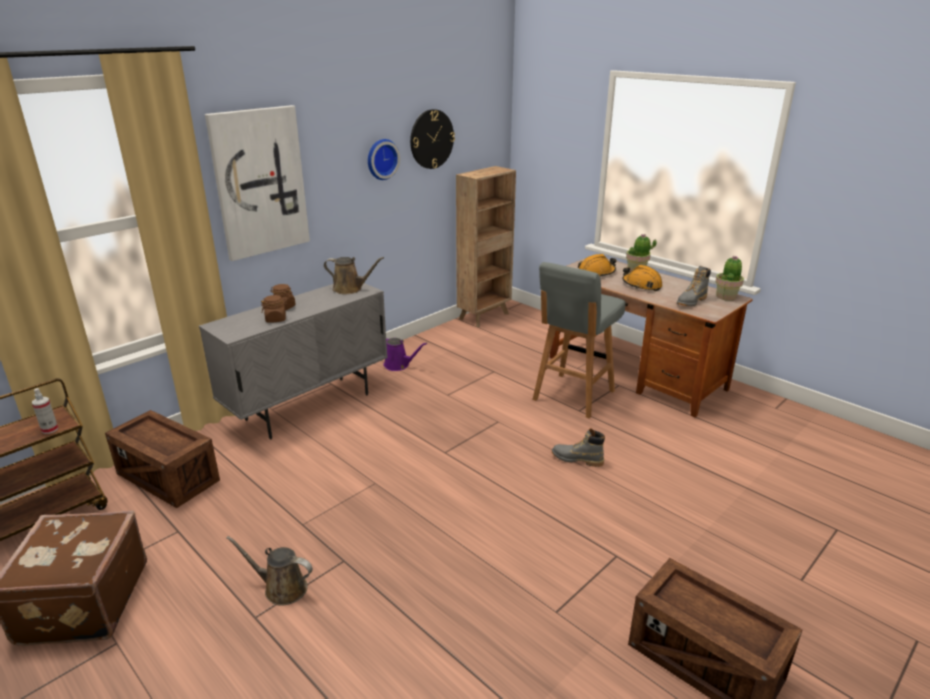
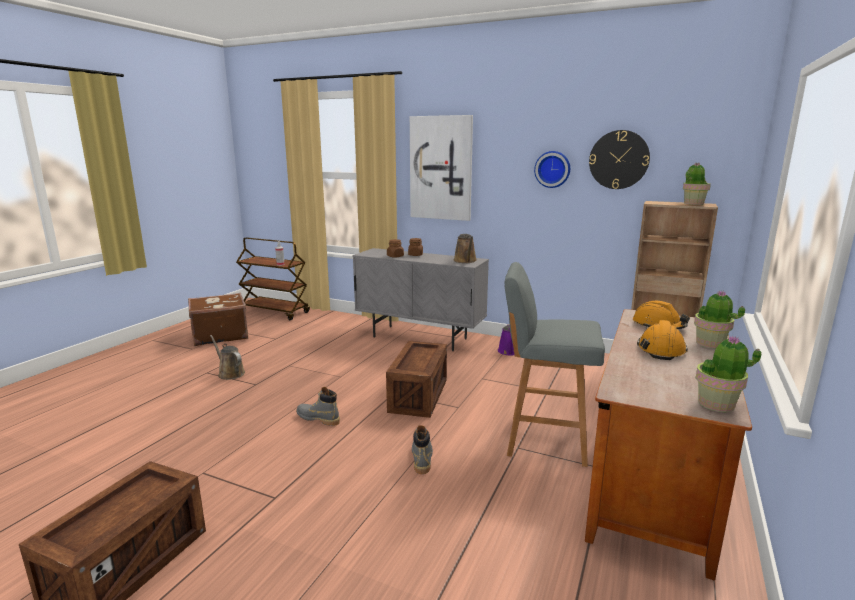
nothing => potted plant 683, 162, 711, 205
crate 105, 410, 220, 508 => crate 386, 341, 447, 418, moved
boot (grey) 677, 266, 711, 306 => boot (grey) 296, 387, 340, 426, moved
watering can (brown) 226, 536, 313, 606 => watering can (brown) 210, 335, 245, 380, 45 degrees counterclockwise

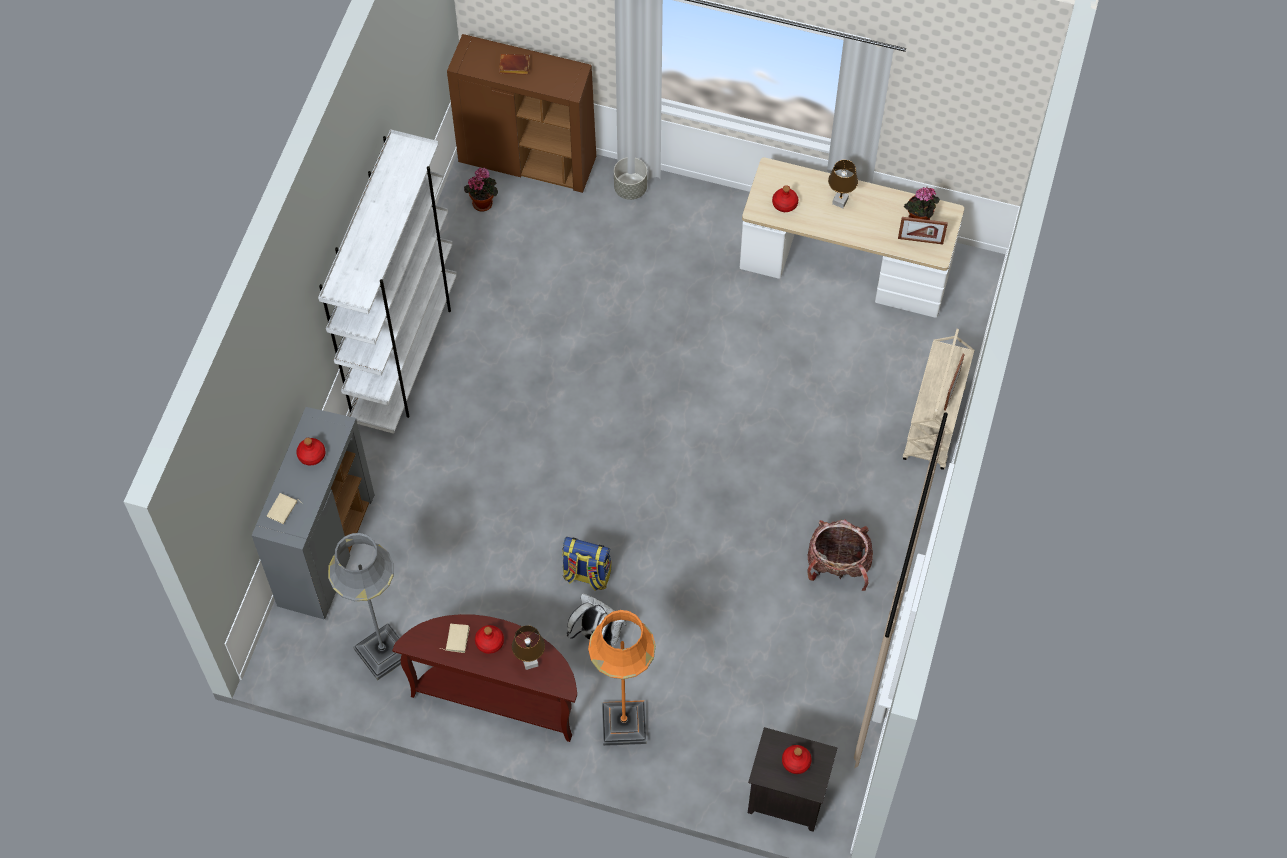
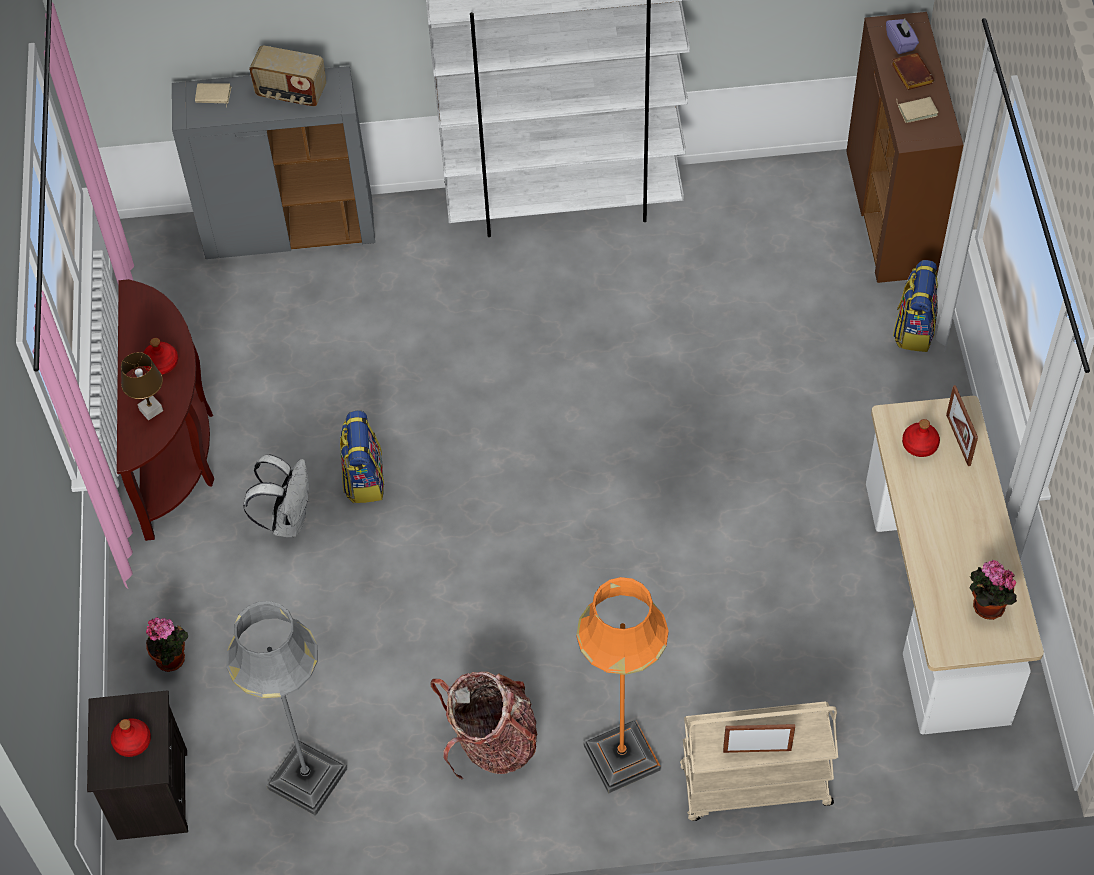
table lamp (brown) 828, 160, 858, 208 => nothing
nothing => tissue box (purple) 886, 19, 919, 54
floor lamp (grey) 328, 533, 402, 680 => floor lamp (grey) 226, 601, 347, 816, moved
book (beige) 439, 624, 470, 653 => book (beige) 896, 97, 939, 123, moved
potted plant 464, 168, 498, 212 => potted plant 146, 617, 188, 672, moved
floor lamp (orange) 588, 610, 656, 746 => floor lamp (orange) 576, 577, 669, 794, moved
picture frame 898, 217, 948, 245 => picture frame 946, 385, 978, 466, moved
bottle (red) 296, 438, 325, 465 => radio 249, 45, 326, 106
planter (grey) 614, 157, 647, 200 => backpack 893, 260, 938, 352

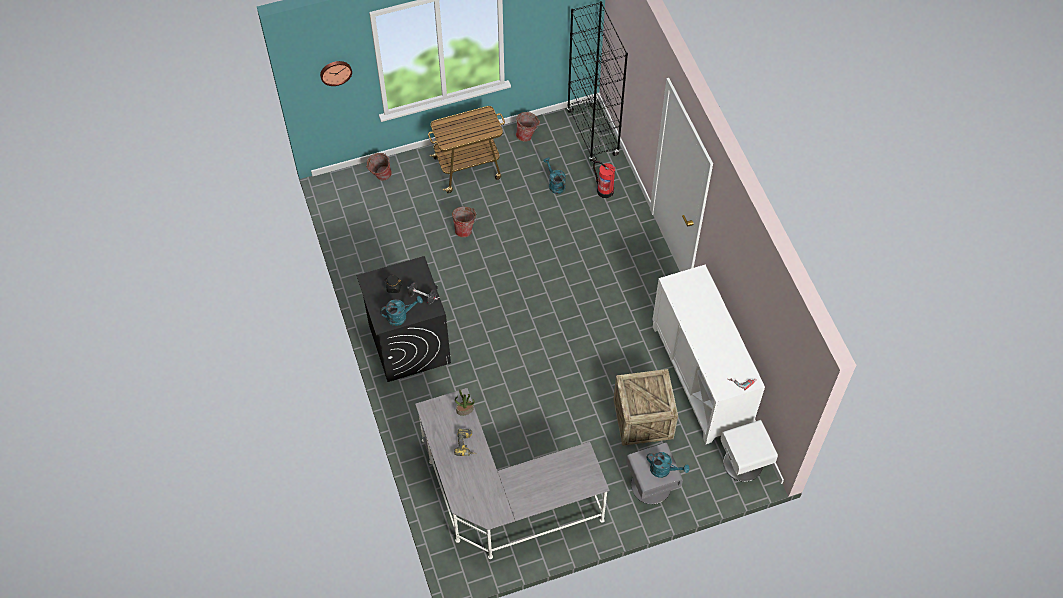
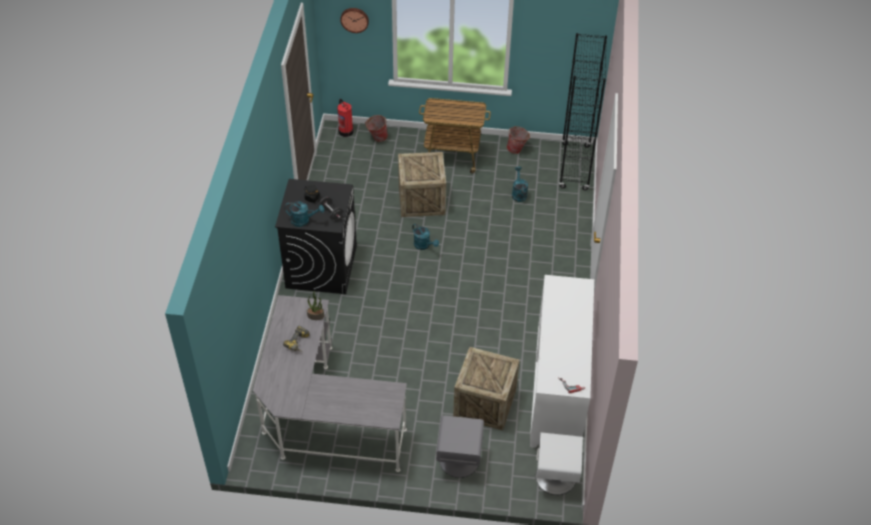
fire extinguisher 593, 161, 616, 198 => fire extinguisher 337, 99, 354, 137, moved
watering can (turquoise) 646, 452, 690, 478 => watering can (turquoise) 412, 224, 439, 250, moved
bucket 452, 207, 477, 237 => crate 398, 152, 446, 217

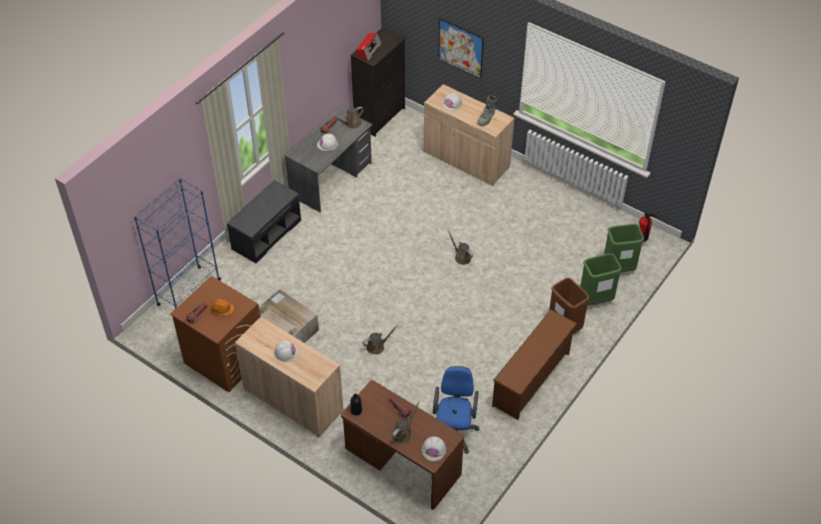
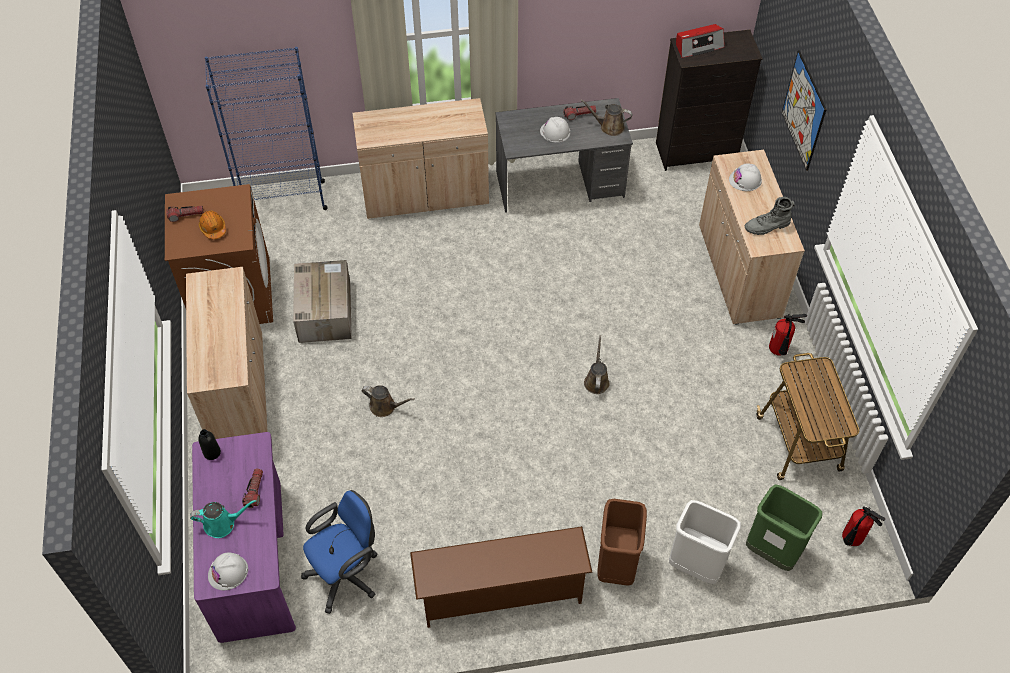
hard hat (white) 274, 341, 299, 362 => nothing
nothing => cart 757, 353, 859, 480
nothing => fire extinguisher 769, 314, 807, 356
bench (grey) 227, 180, 301, 263 => cabinet (beige) 353, 98, 489, 219
desk (brown) 341, 380, 464, 510 => desk (purple) 192, 432, 296, 643
watering can (brown) 392, 402, 420, 444 => watering can (turquoise) 190, 500, 257, 538
trash can (green) 580, 253, 622, 306 => trash can (white) 669, 500, 741, 584

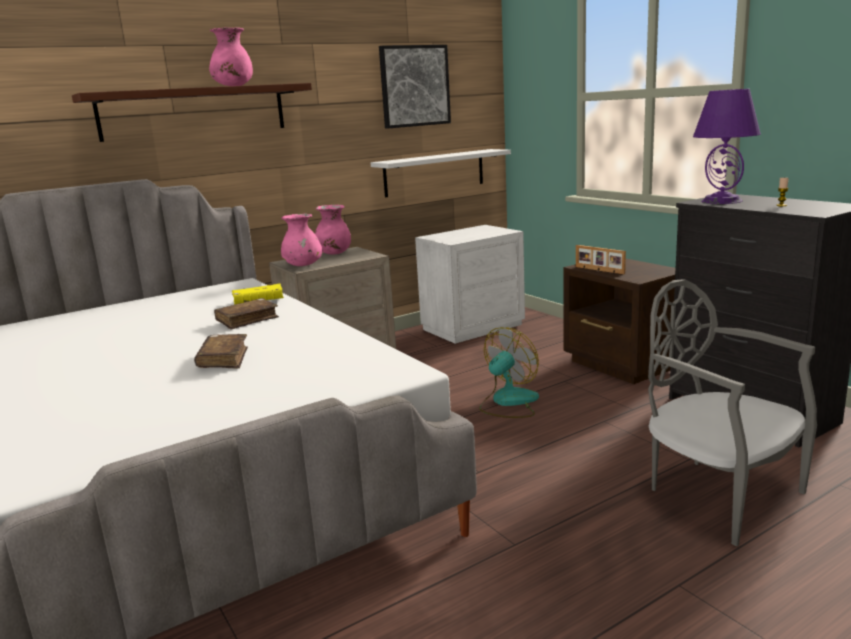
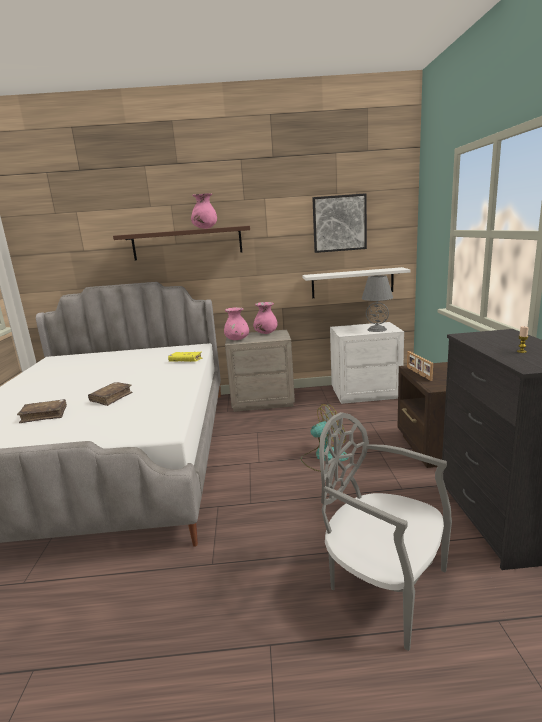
table lamp (purple) 693, 89, 761, 204 => nothing
nothing => table lamp (grey) 362, 275, 393, 332
book (brown) 214, 298, 279, 330 => book (brown) 17, 399, 67, 423, moved
chair (grey) 648, 280, 817, 546 => chair (grey) 319, 412, 452, 651, 45 degrees counterclockwise

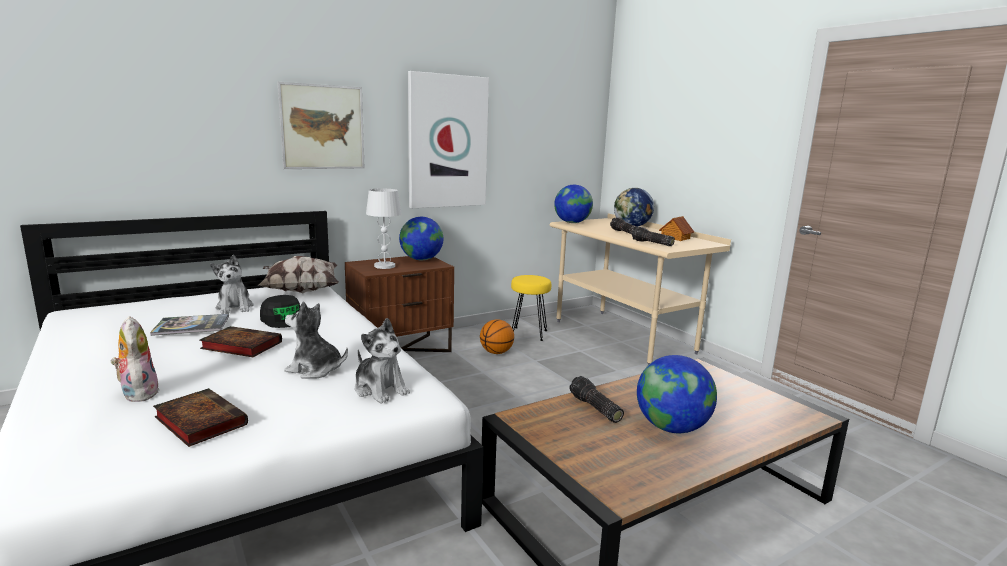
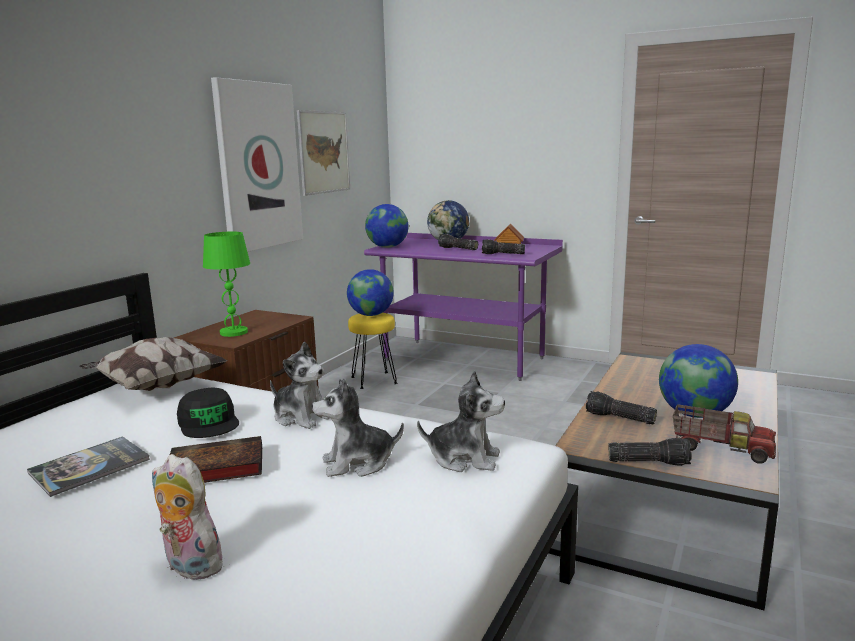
book 153, 388, 248, 447 => nothing
basketball 480, 319, 514, 354 => nothing
nothing => flashlight 608, 438, 692, 466
nothing => toy truck 673, 404, 776, 464
plush toy 210, 255, 254, 314 => plush toy 270, 342, 329, 429, moved
picture 277, 82, 365, 169 => picture 297, 110, 350, 196, moved
globe 399, 217, 443, 260 => globe 347, 269, 394, 316, moved
table lamp (white) 366, 189, 401, 269 => table lamp (green) 203, 232, 250, 337
desk (beige) 550, 213, 731, 365 => desk (purple) 364, 233, 563, 381
cap (black) 260, 295, 300, 328 => cap (black) 177, 387, 239, 438, 45 degrees clockwise

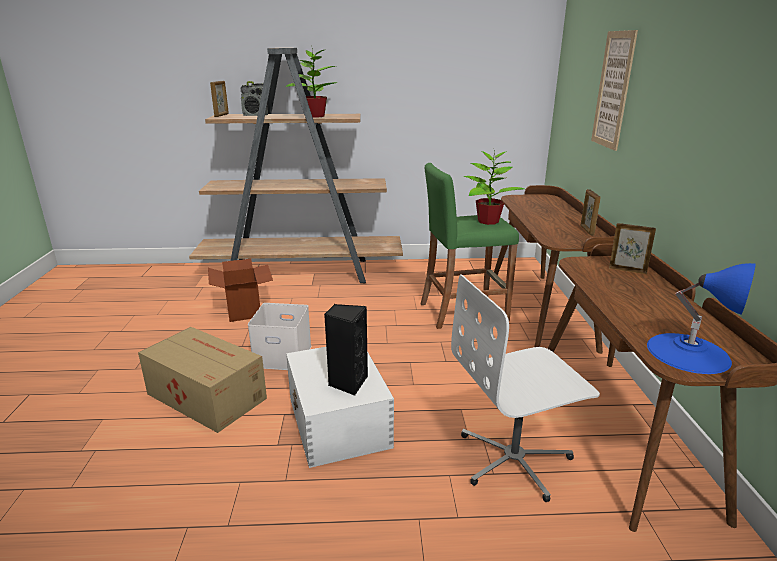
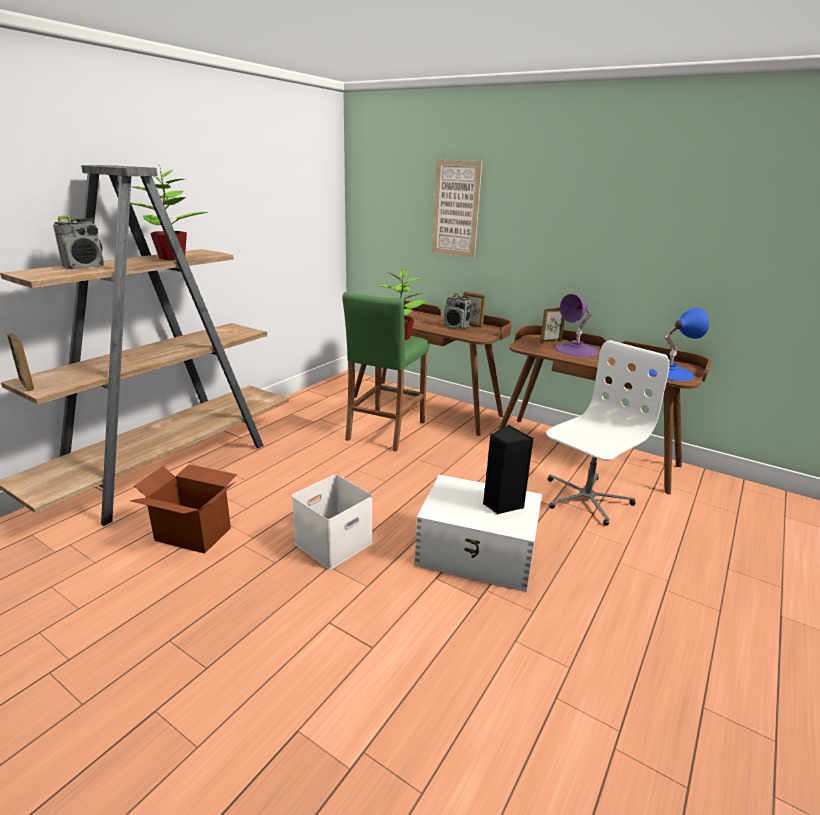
cardboard box 138, 327, 267, 433 => nothing
nothing => radio 443, 293, 471, 329
nothing => table lamp (purple) 555, 294, 598, 357
picture frame 210, 81, 229, 117 => picture frame 7, 333, 34, 391, moved
office chair (white) 451, 274, 600, 502 => office chair (white) 546, 340, 670, 526, 150 degrees counterclockwise

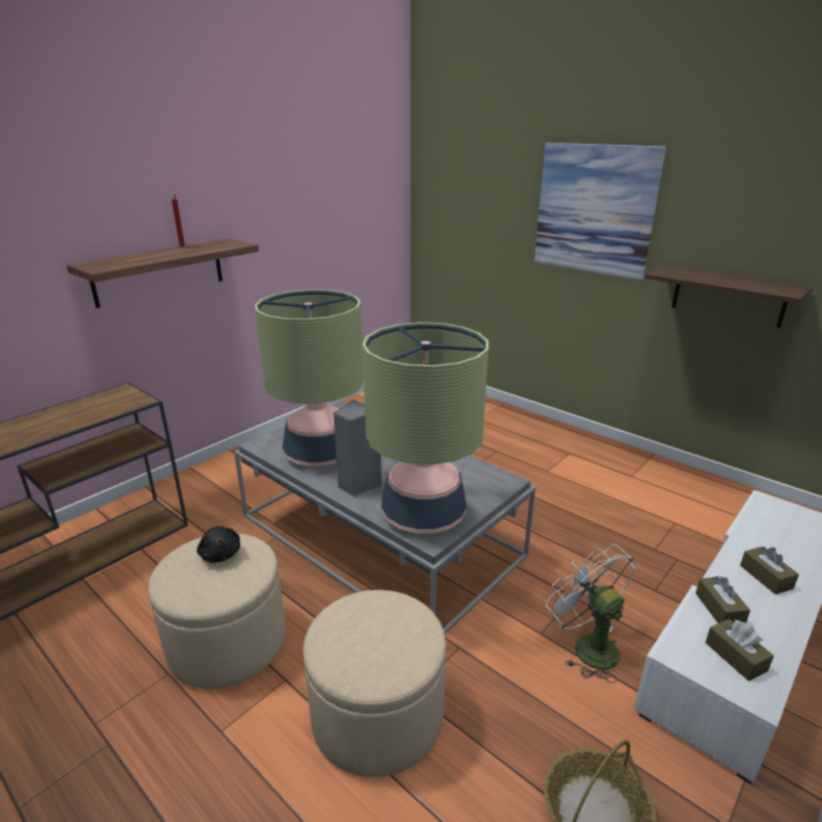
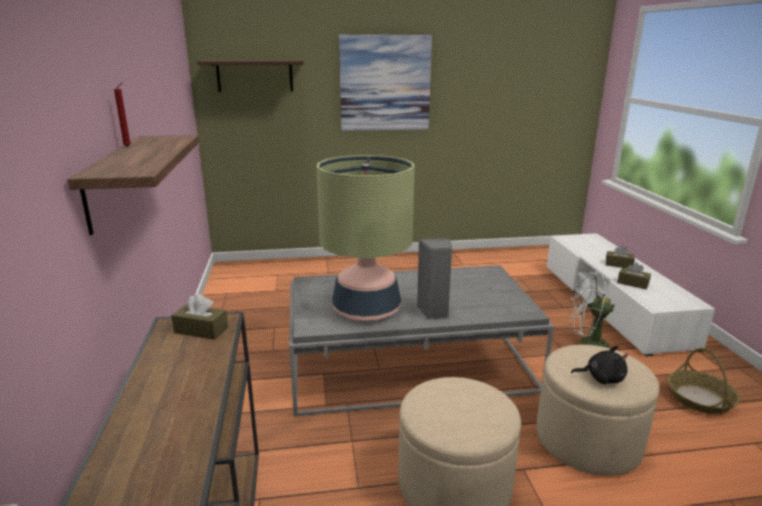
table lamp 362, 322, 488, 533 => nothing
plush toy (black) 197, 526, 240, 563 => plush toy (black) 571, 346, 628, 384, moved
shelf 645, 265, 813, 328 => shelf 197, 60, 304, 92, moved
tissue box (brown) 705, 619, 774, 681 => tissue box (brown) 171, 294, 228, 340, moved

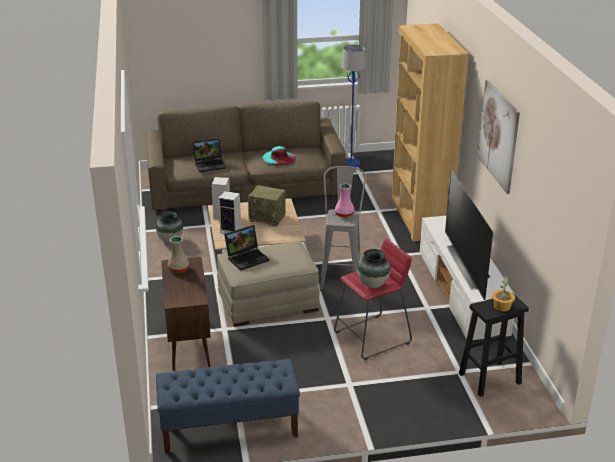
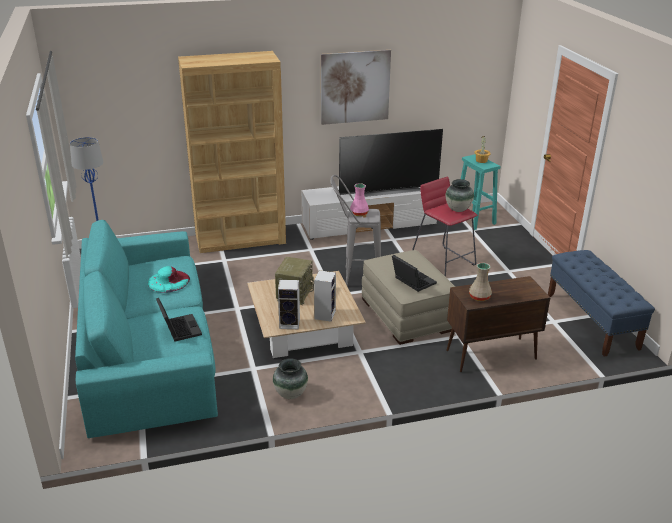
sofa (brown) 146, 101, 346, 211 => sofa (turquoise) 75, 220, 218, 438
stool (black) 459, 295, 529, 397 => stool (turquoise) 461, 154, 500, 230

